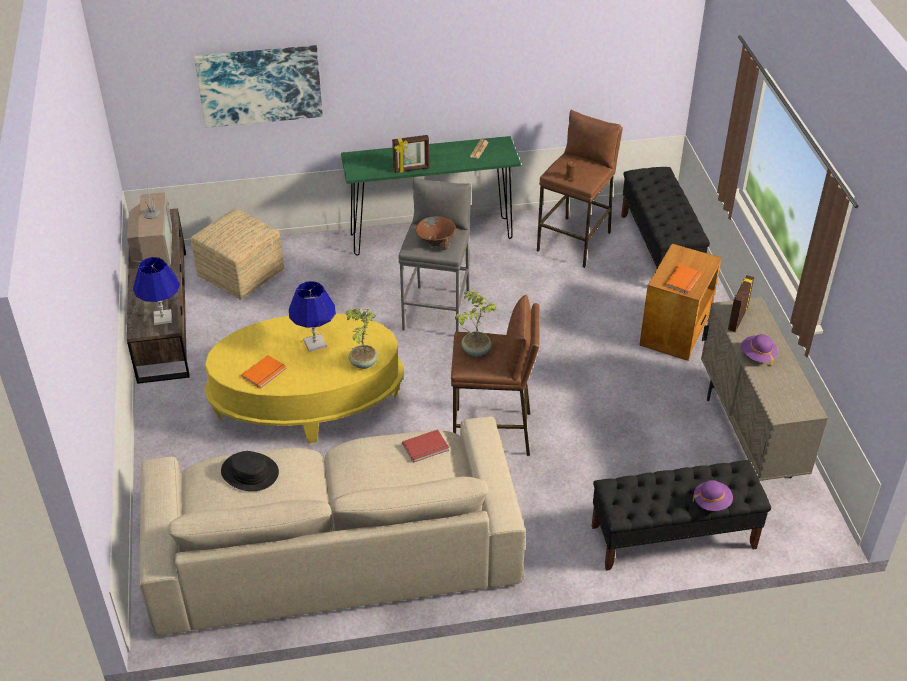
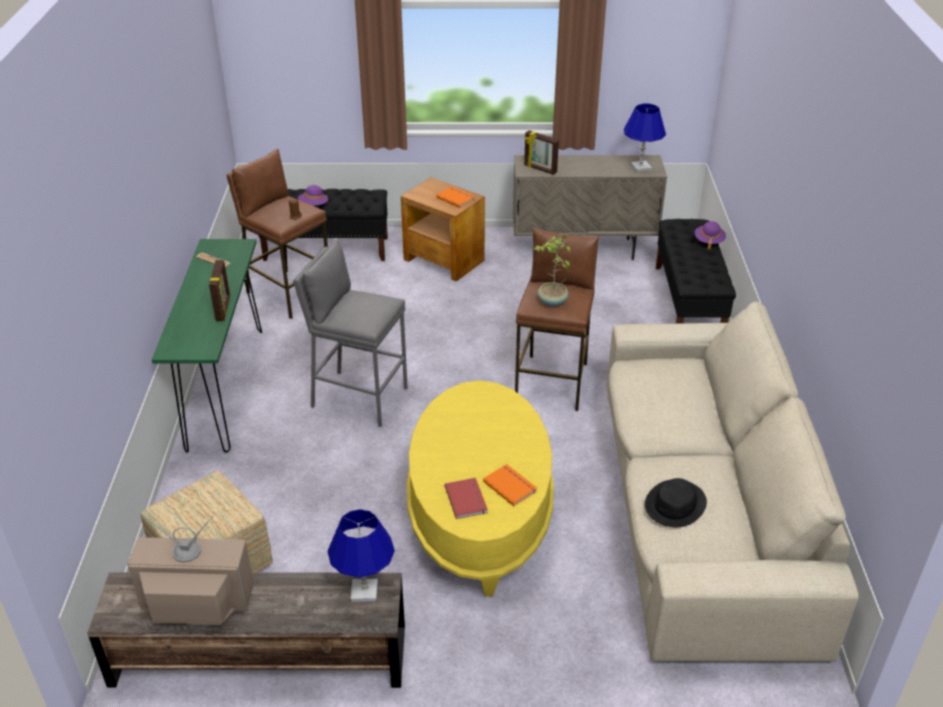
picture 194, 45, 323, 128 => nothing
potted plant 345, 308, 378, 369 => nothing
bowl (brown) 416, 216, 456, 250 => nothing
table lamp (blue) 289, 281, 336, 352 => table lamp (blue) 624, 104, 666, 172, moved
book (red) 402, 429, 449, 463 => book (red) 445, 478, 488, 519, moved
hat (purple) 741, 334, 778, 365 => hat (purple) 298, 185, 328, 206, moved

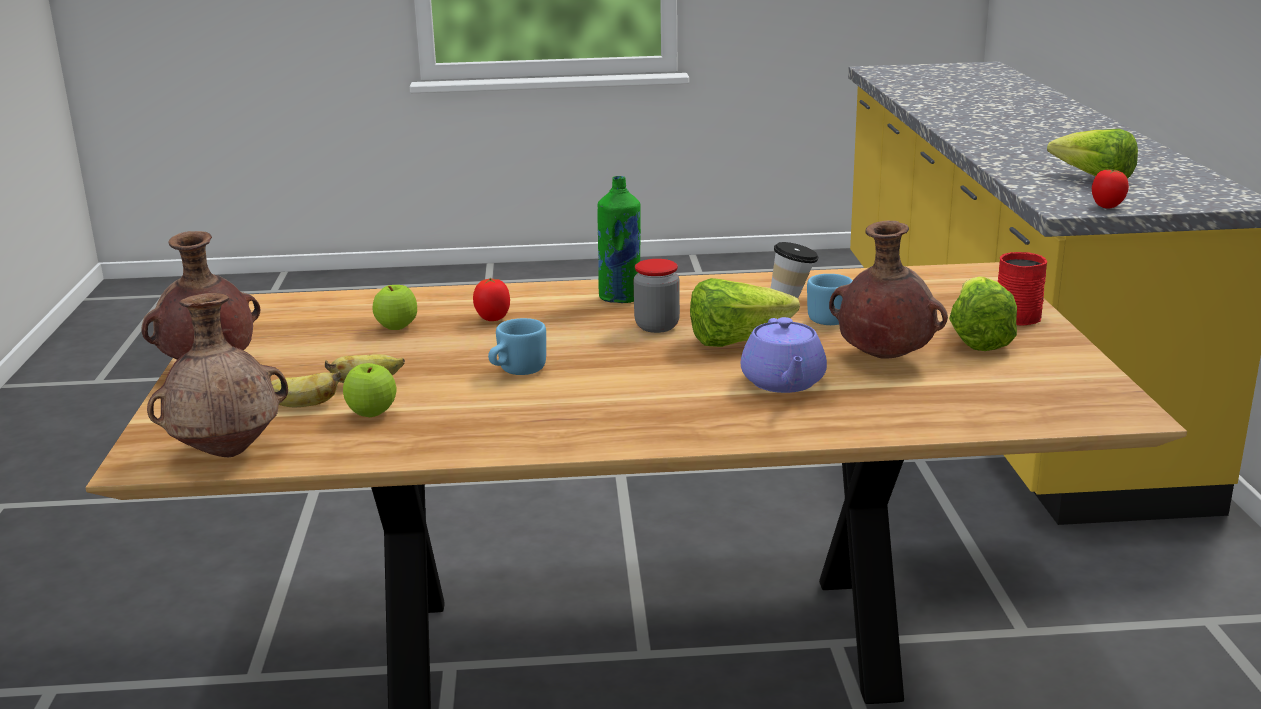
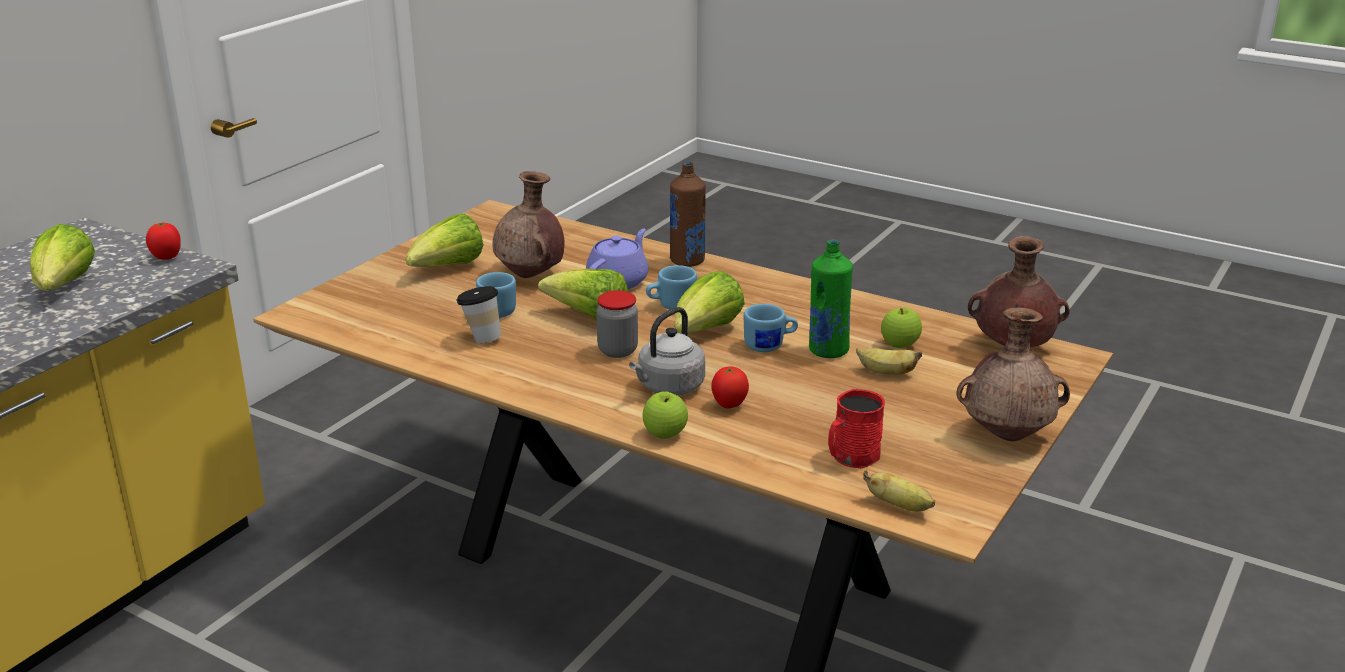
nothing => kettle (grey) 629, 307, 705, 395
nothing => mug (blue) 646, 265, 697, 309
nothing => bottle (brown) 670, 162, 706, 267
nothing => lettuce 675, 271, 745, 334
banana 271, 371, 341, 407 => banana 863, 470, 935, 512, moved
apple 373, 285, 417, 330 => apple 642, 392, 688, 439, moved
bottle (green) 598, 176, 641, 303 => bottle (green) 809, 240, 853, 358, moved
mug (red) 998, 252, 1047, 326 => mug (red) 828, 389, 885, 468, moved

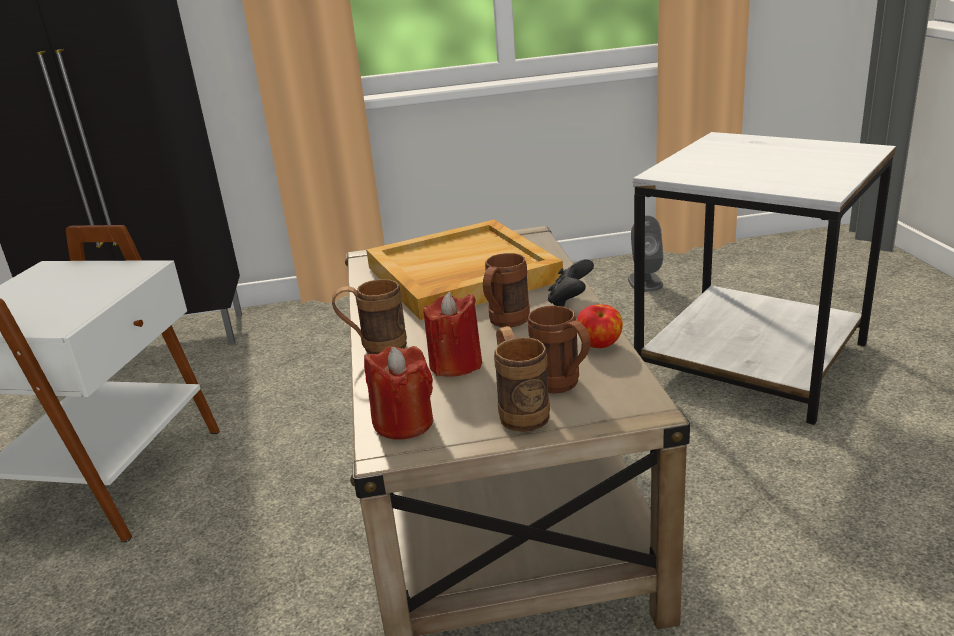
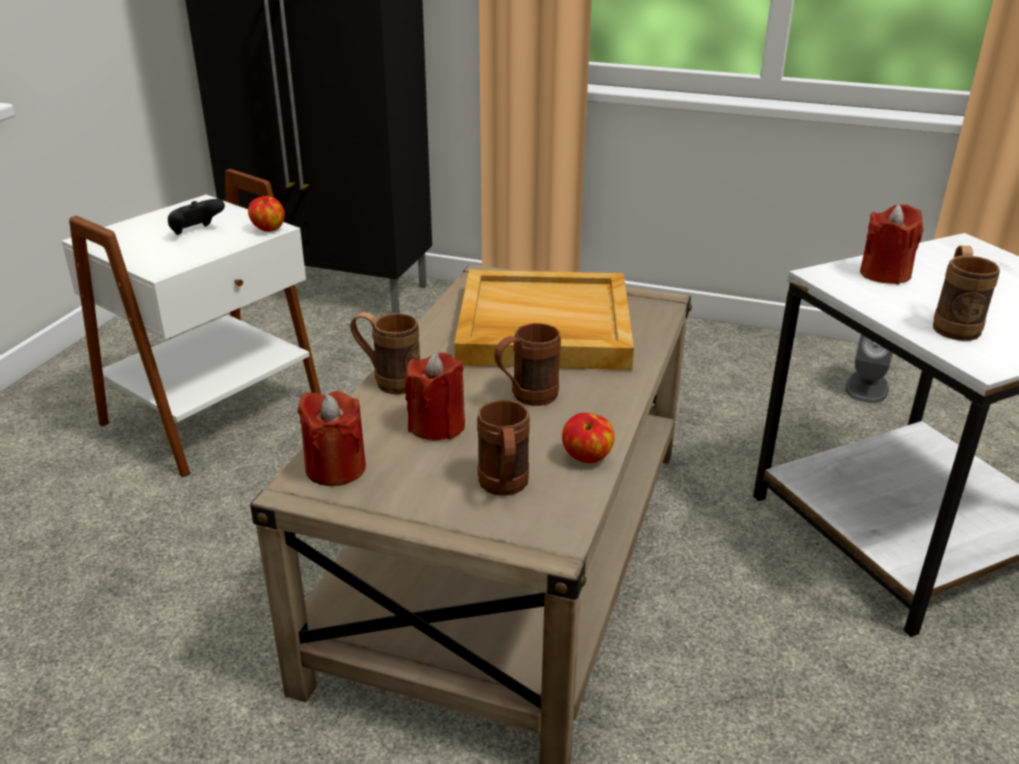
nothing => apple 248, 196, 285, 232
nothing => candle (red) 860, 204, 923, 285
mug (brown) 494, 326, 550, 432 => mug (brown) 933, 246, 1000, 341, moved
game controller (black) 548, 259, 594, 307 => game controller (black) 168, 199, 225, 235, moved

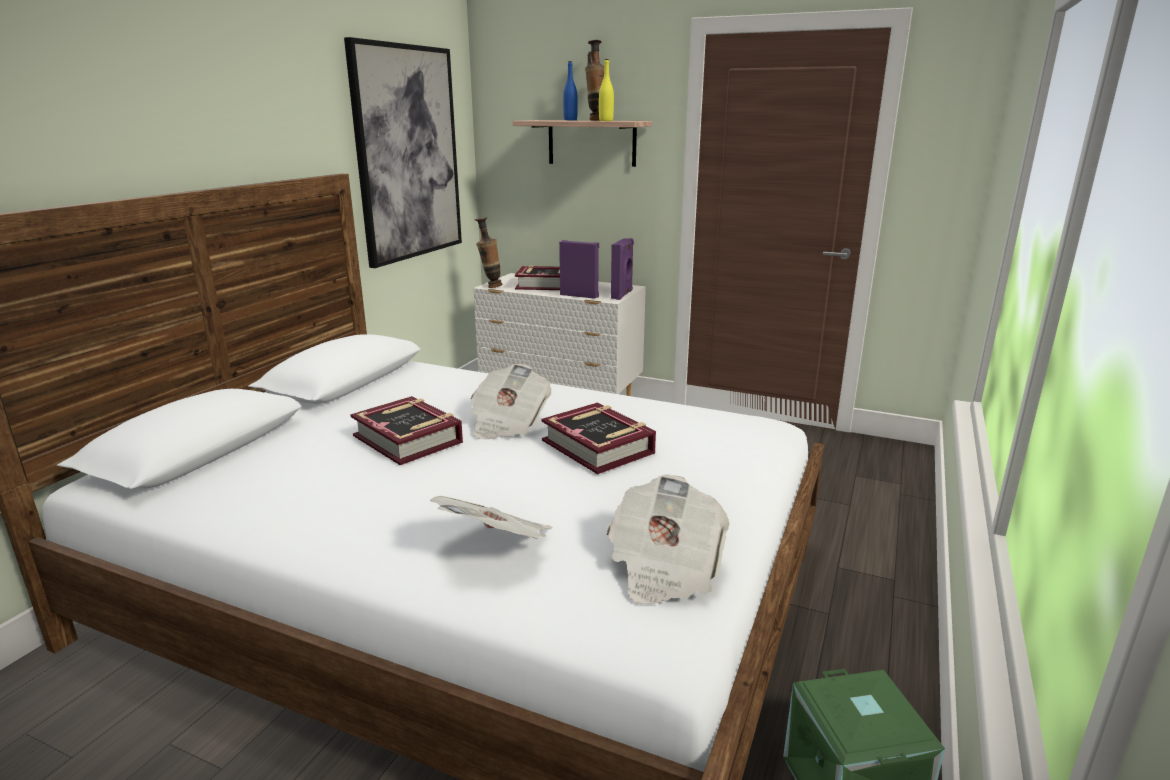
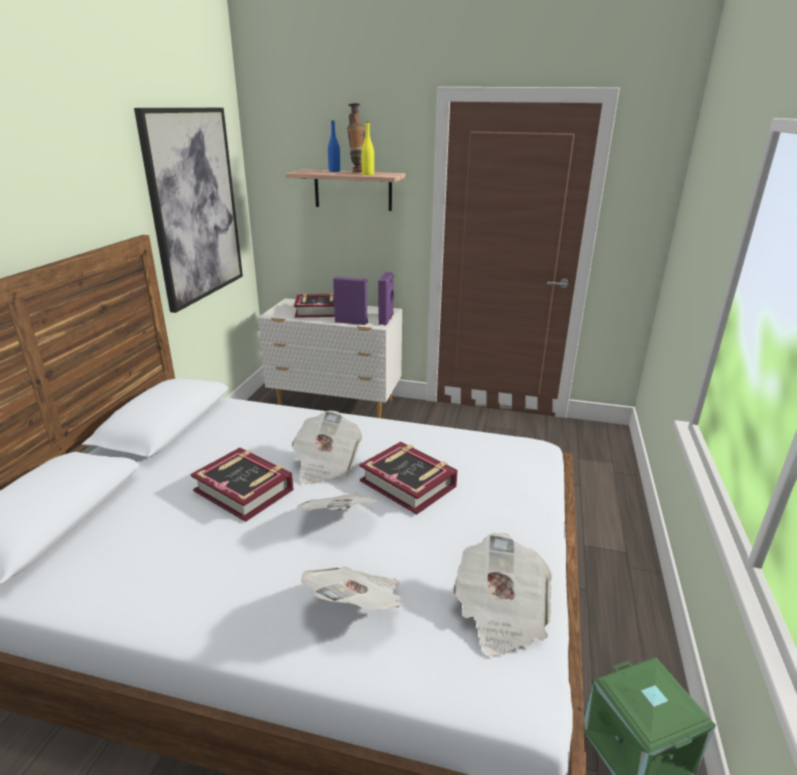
vase 475, 217, 503, 288 => nothing
nothing => newspaper 297, 493, 378, 510

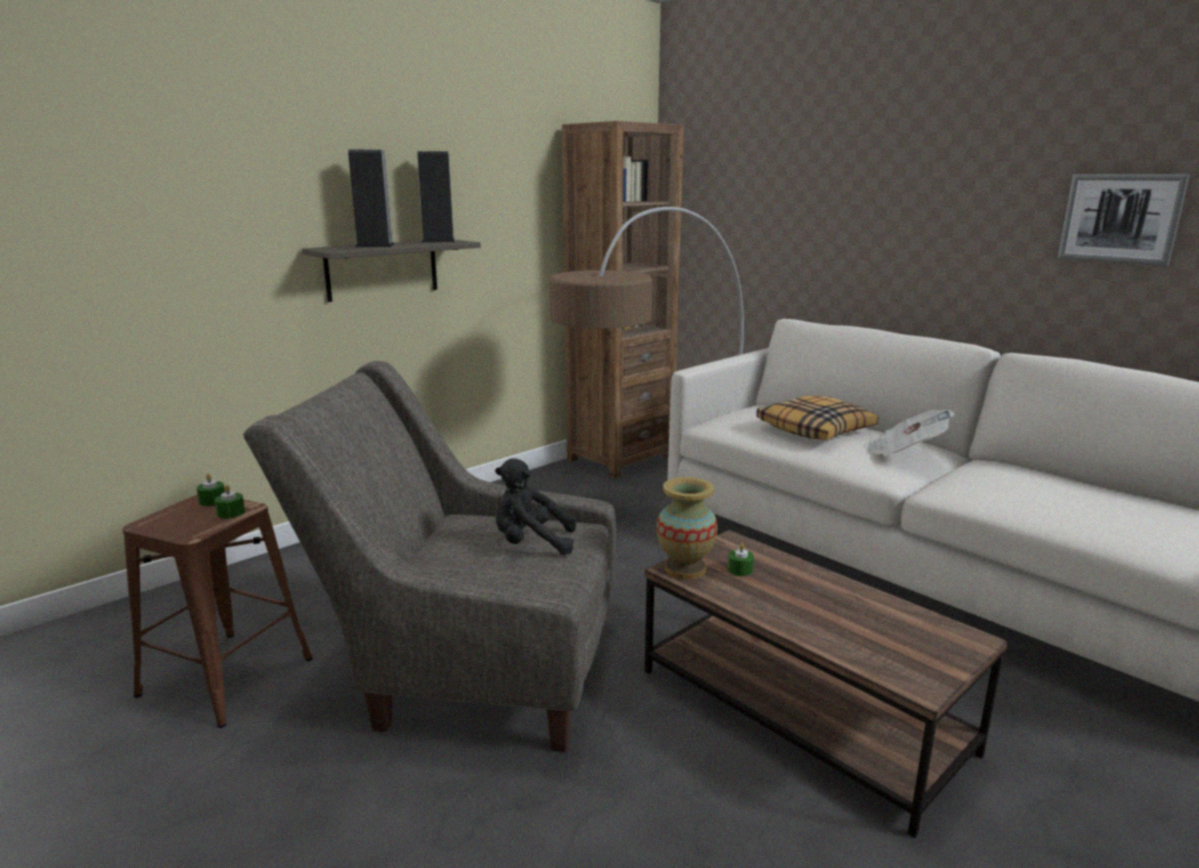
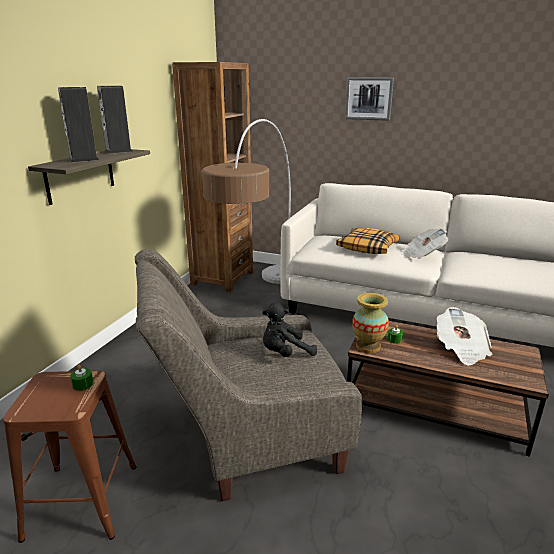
candle (green) 196, 473, 225, 506 => nothing
nothing => newspaper 437, 307, 492, 366
picture 1058, 174, 1190, 266 => picture 345, 77, 394, 121, moved

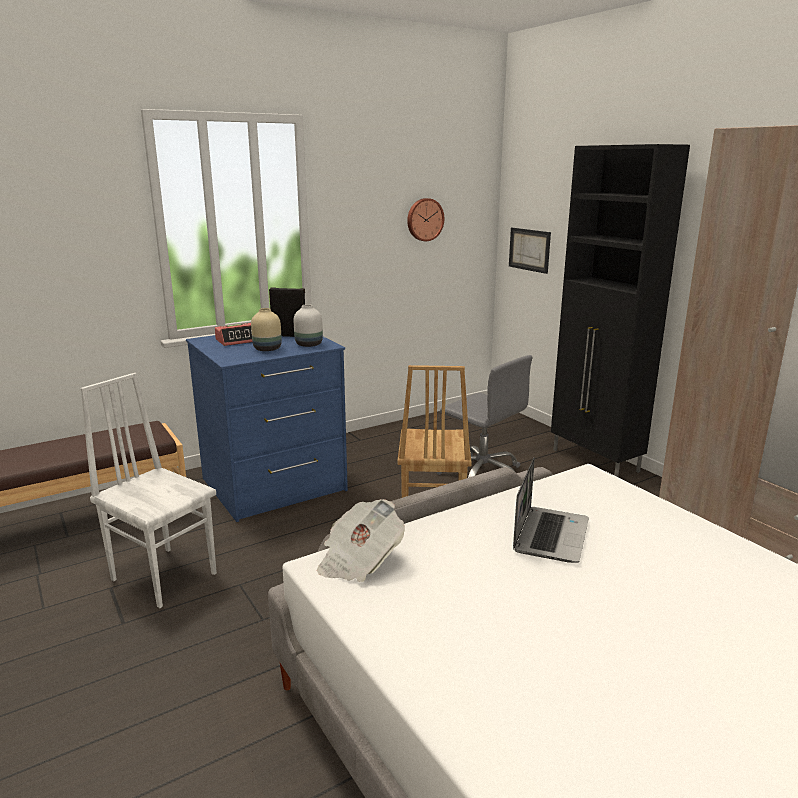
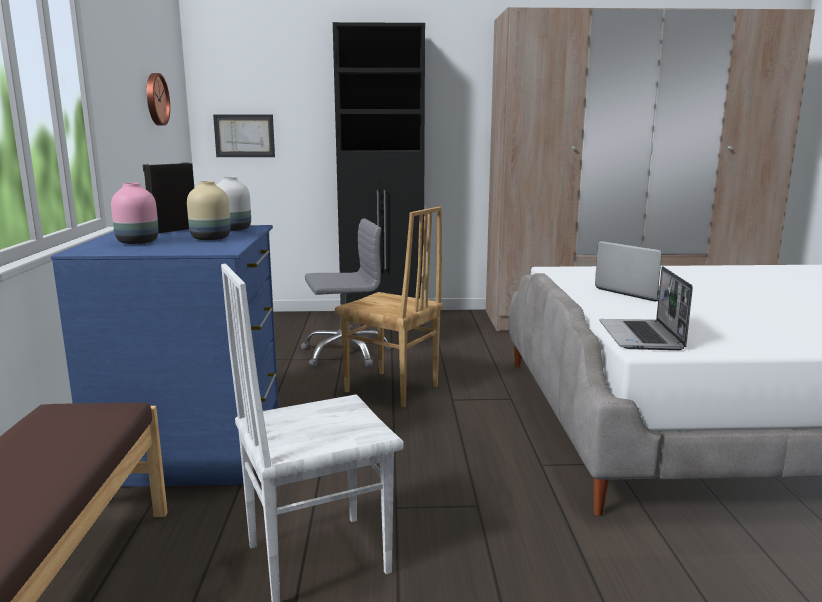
alarm clock 215, 323, 252, 346 => vase (pink) 111, 183, 159, 244
newspaper 317, 499, 405, 582 => laptop 599, 266, 693, 350

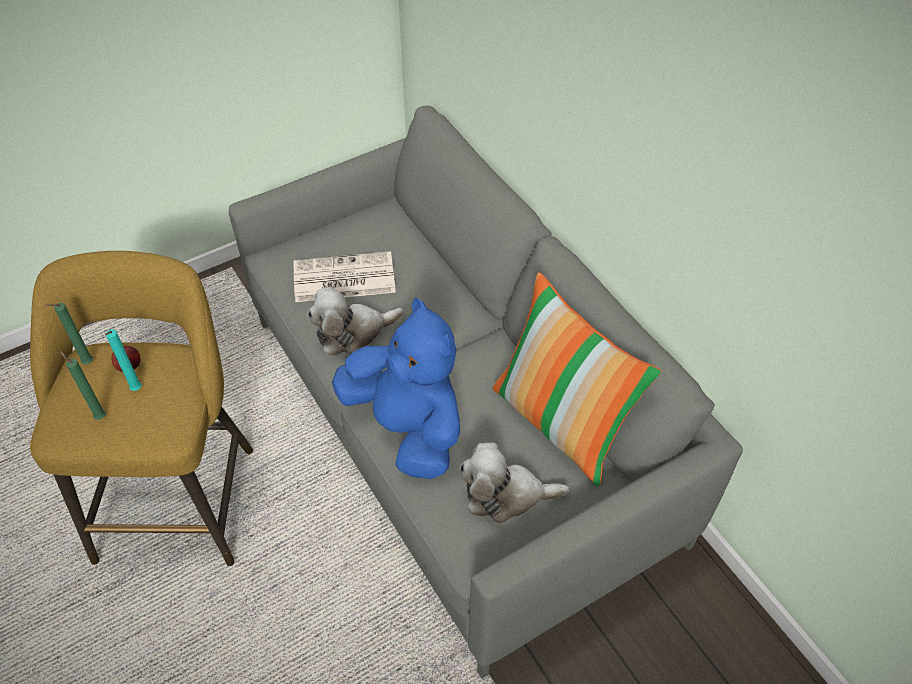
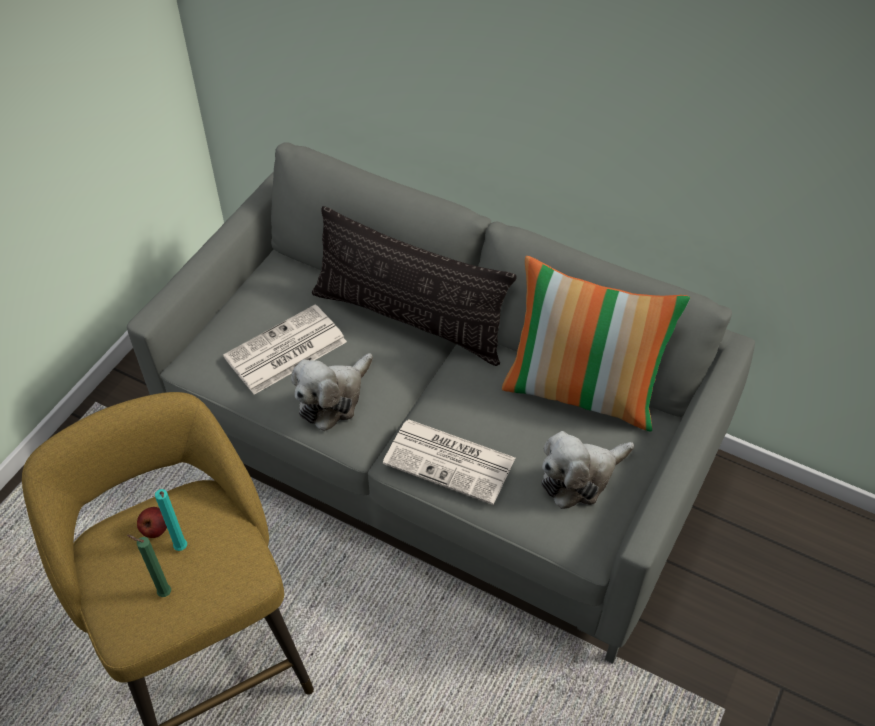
candle (green) 46, 303, 93, 365 => nothing
nothing => pillow 312, 206, 516, 366
plush toy (blue) 332, 298, 460, 479 => newspaper 383, 419, 515, 505

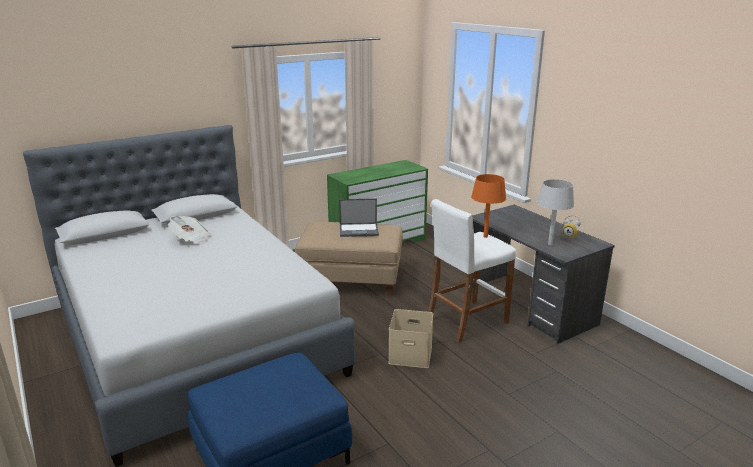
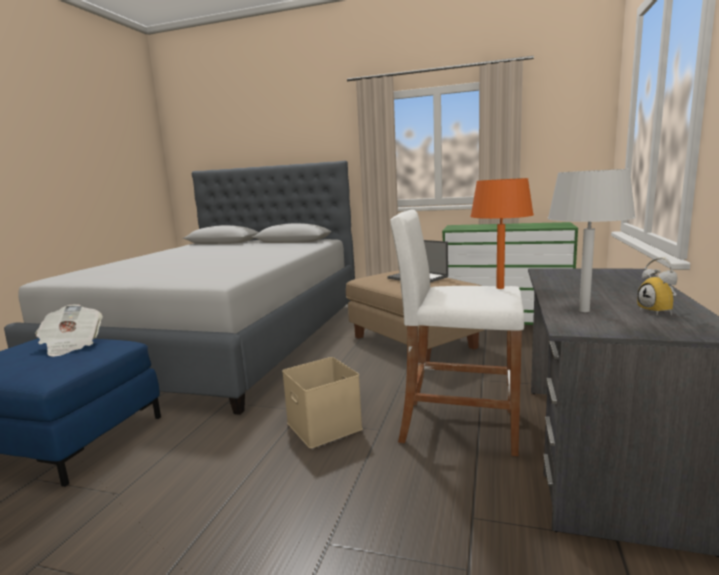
newspaper 168, 216, 211, 245 => newspaper 35, 304, 103, 357, moved

